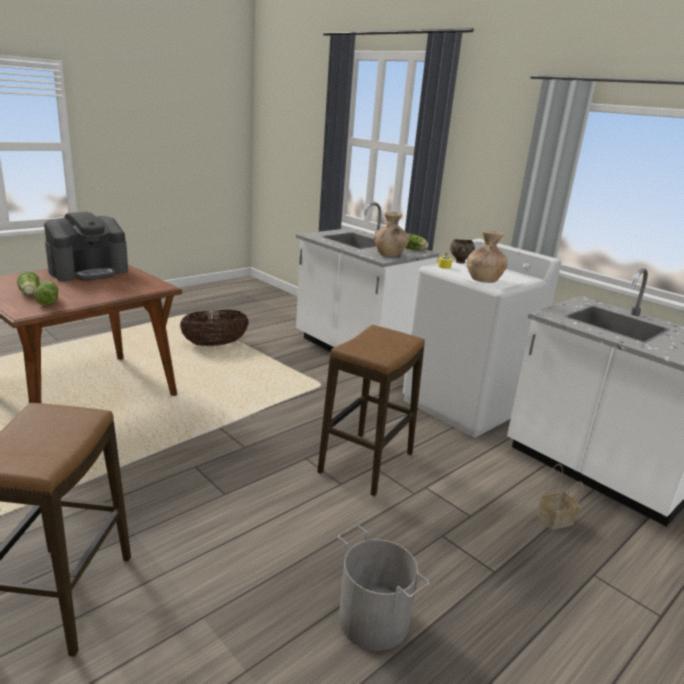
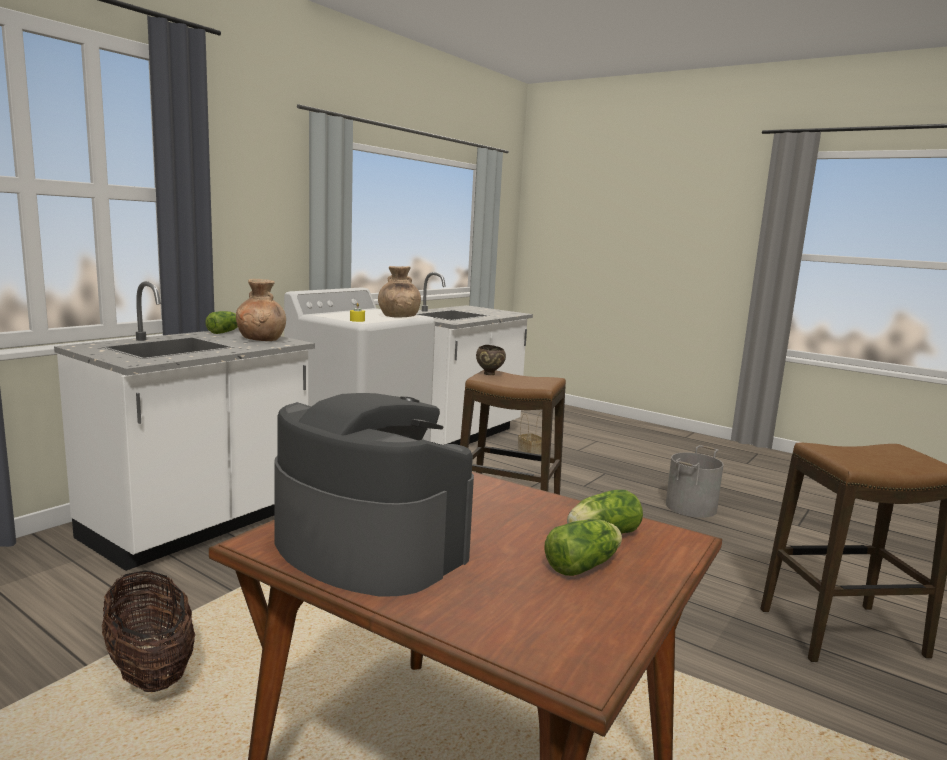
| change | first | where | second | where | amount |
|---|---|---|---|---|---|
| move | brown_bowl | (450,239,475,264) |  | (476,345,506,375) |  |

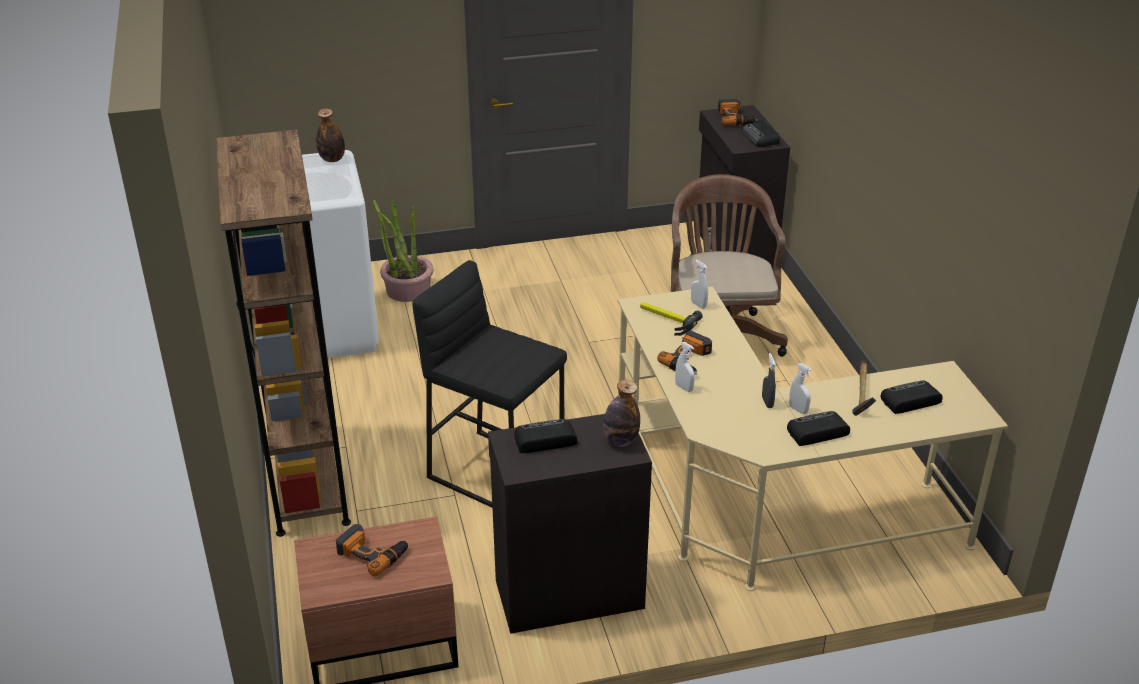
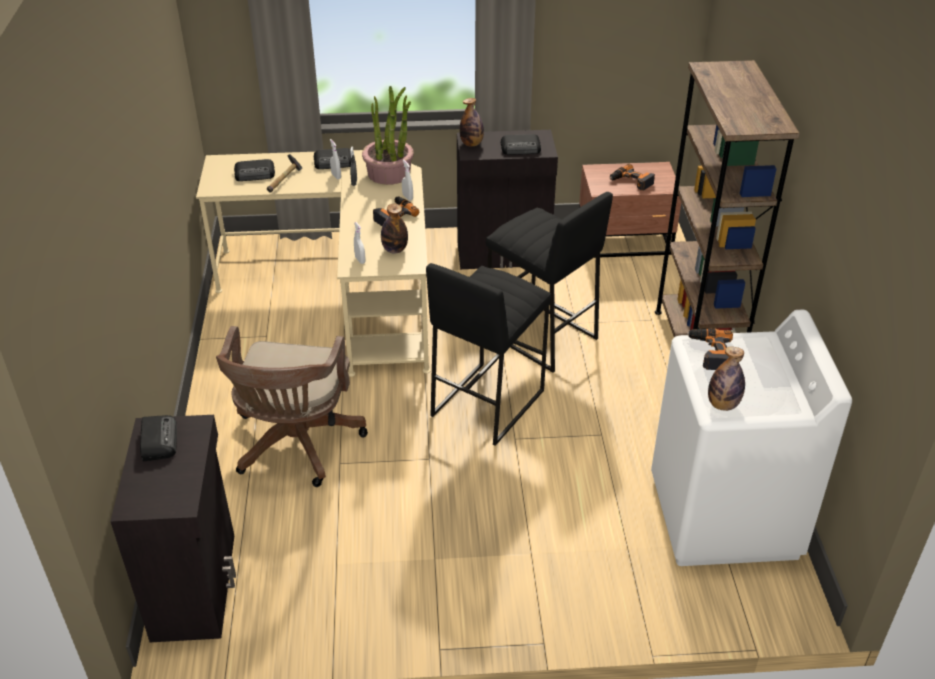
| change | first | where | second | where | amount |
|---|---|---|---|---|---|
| move | power_drill | (718,99,757,126) |  | (686,328,733,370) |  |
| move | potted_plant | (373,200,433,302) |  | (362,86,414,185) |  |
| replace | hammer | (640,302,703,336) | bottle | (381,204,408,254) |  |
| insert |  |  | black_stool | (426,263,551,446) |  |

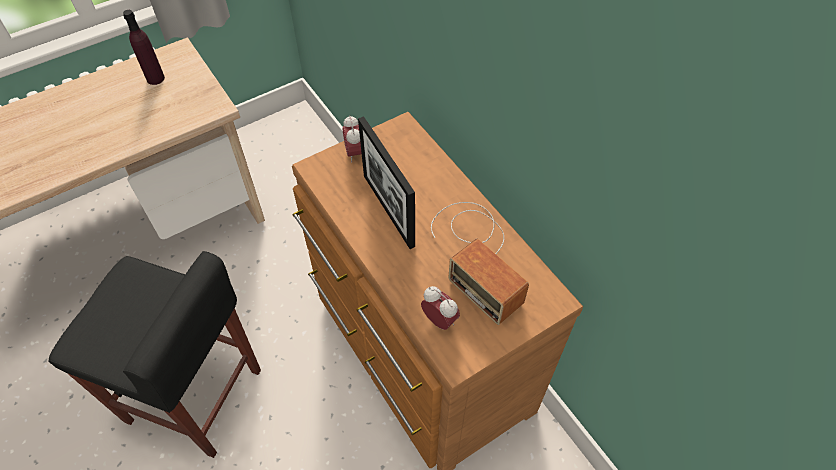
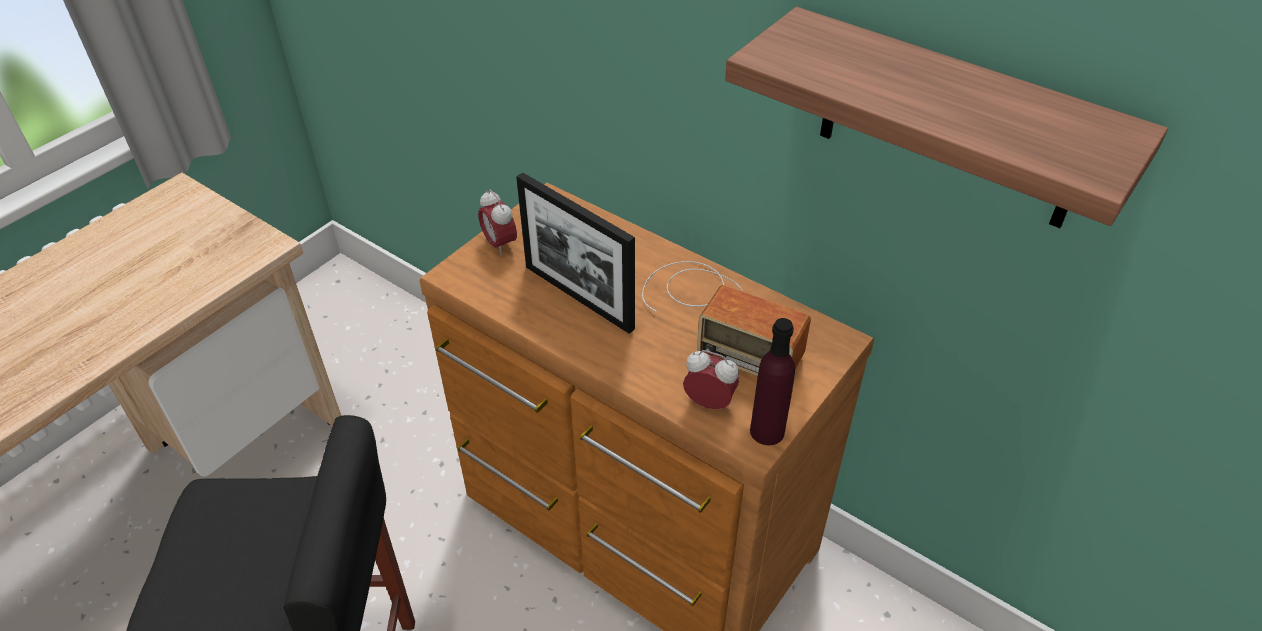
| change | first | where | second | where | amount |
|---|---|---|---|---|---|
| move | purple_bottle | (123,10,165,85) |  | (750,318,795,445) |  |
| insert |  |  | shelf | (725,7,1168,228) |  |

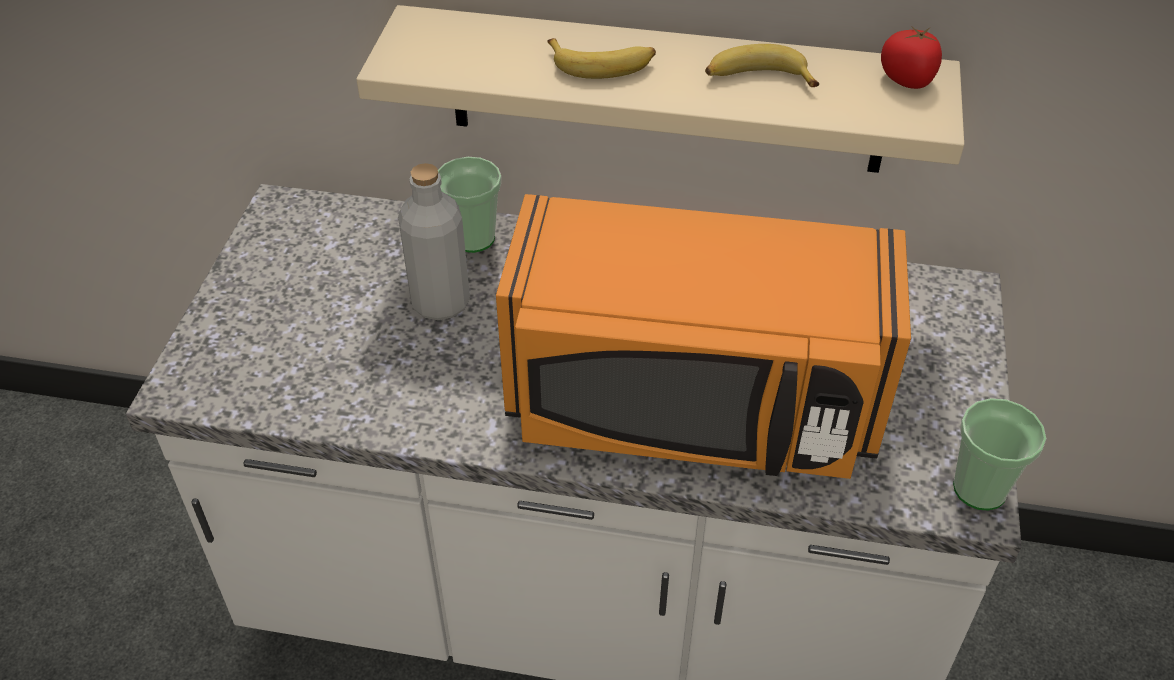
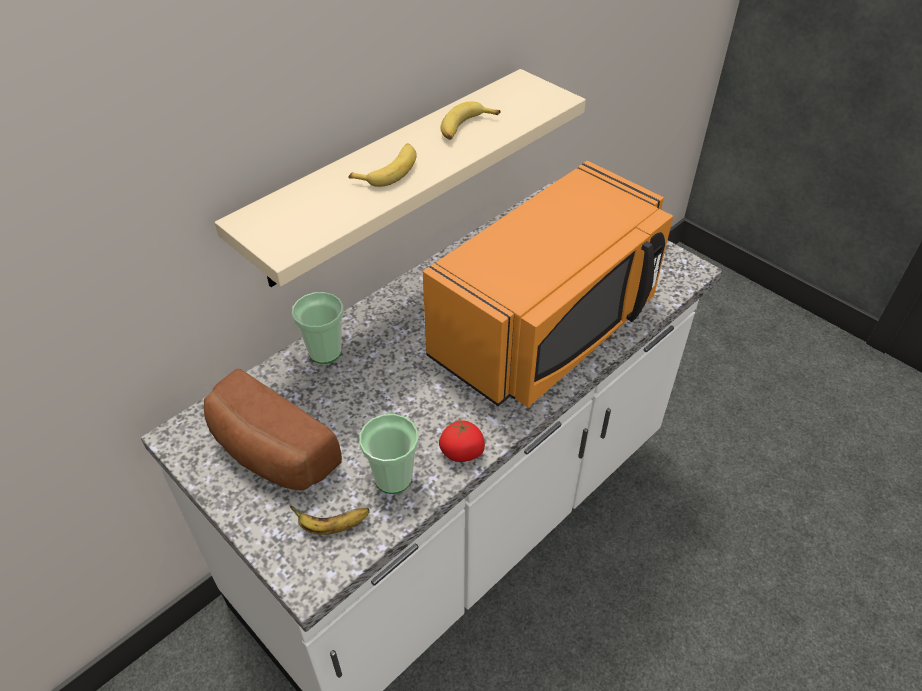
| change | first | where | second | where | amount |
|---|---|---|---|---|---|
| move | tomato | (881,26,942,89) |  | (439,418,485,462) |  |
| delete | grey_bottle | (398,163,470,320) |  |  |  |
| move | cup | (953,398,1047,510) |  | (359,414,418,494) |  |
| insert |  |  | bread | (204,369,342,491) |  |
| insert |  |  | banana | (290,506,370,535) |  |

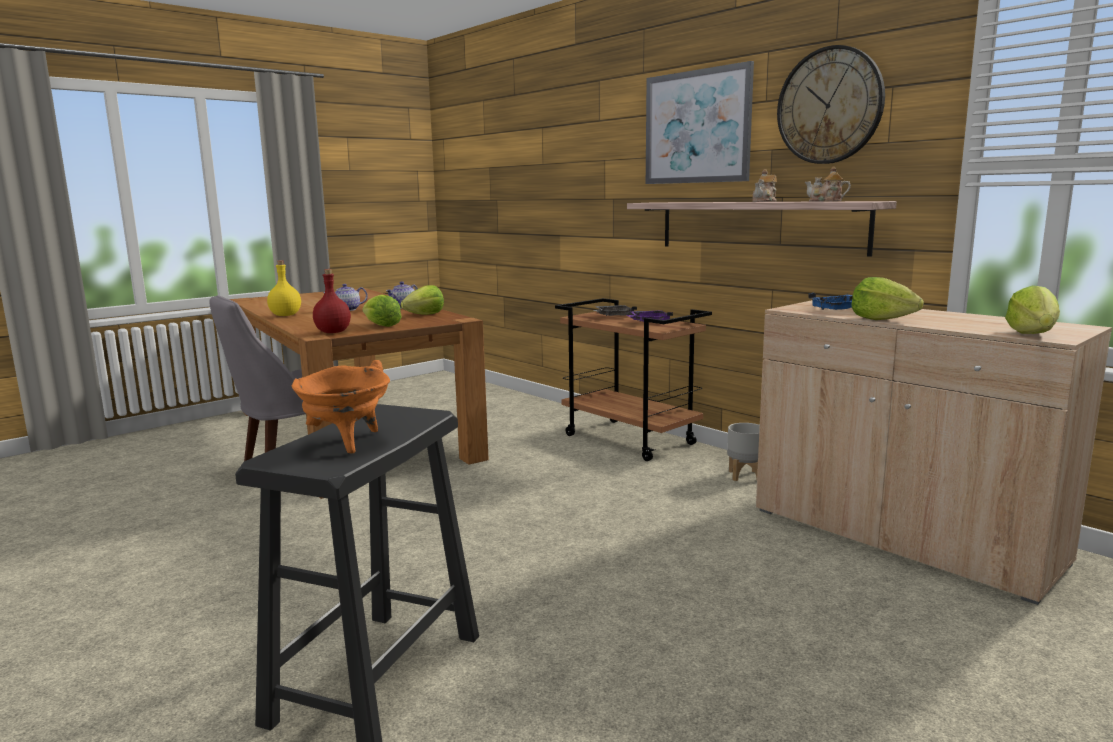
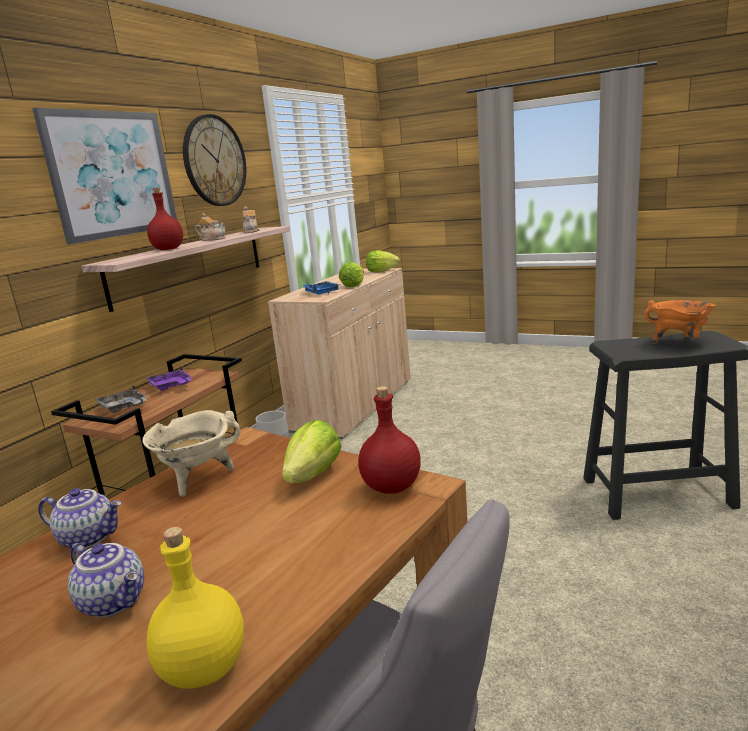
| change | first | where | second | where | amount |
|---|---|---|---|---|---|
| replace | lettuce | (401,285,444,315) | beige_cooking_pot | (142,410,240,497) |  |
| insert |  |  | red_bottle | (147,188,183,250) |  |

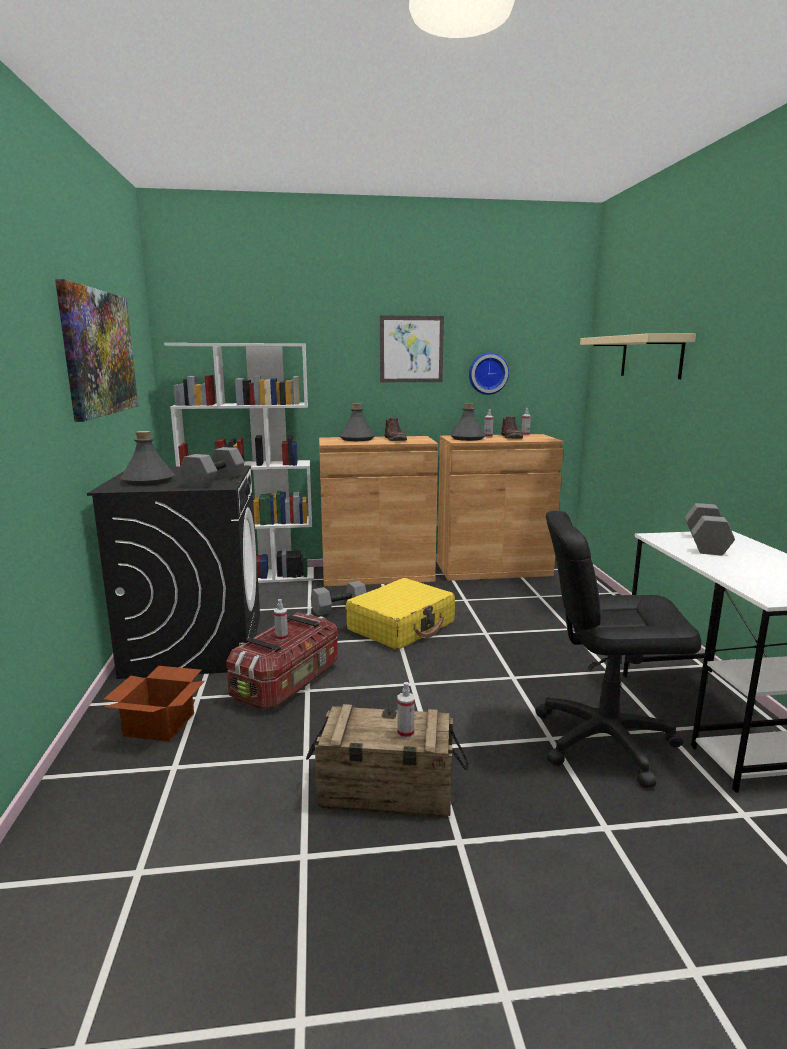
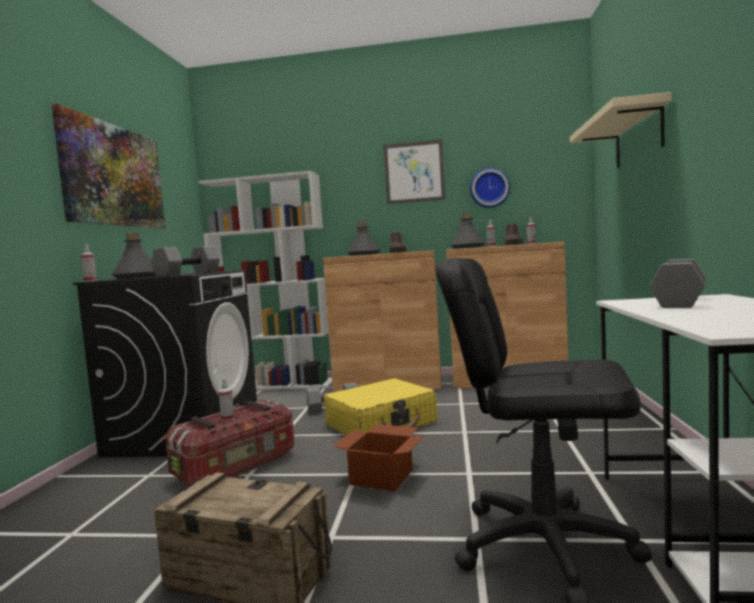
| change | first | where | second | where | amount |
|---|---|---|---|---|---|
| move | cardboard_box | (104,666,205,742) |  | (333,424,425,491) |  |
| move | spray_bottle | (397,682,415,739) |  | (81,244,97,282) |  |

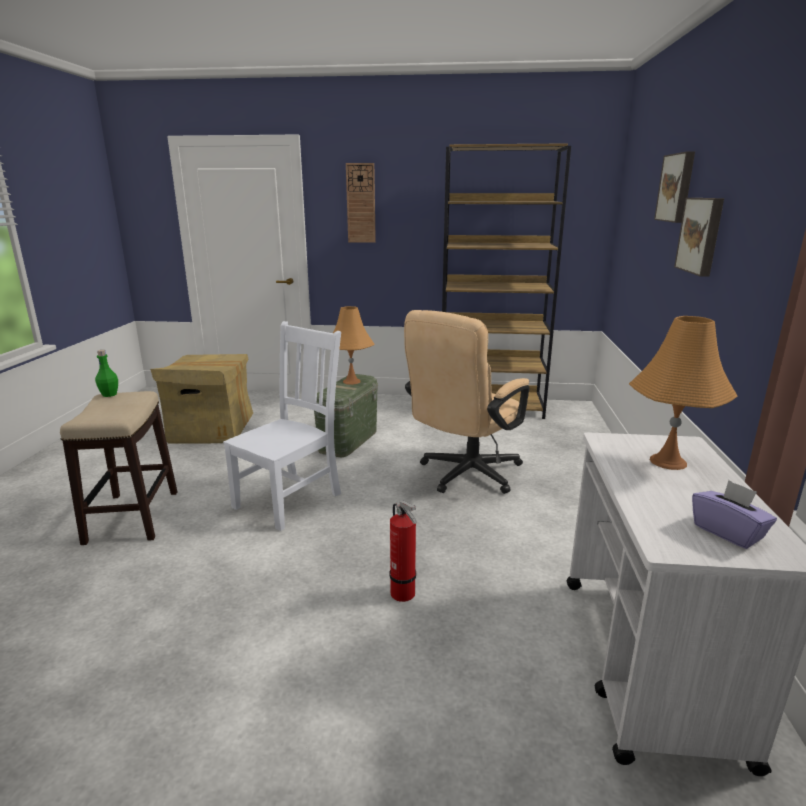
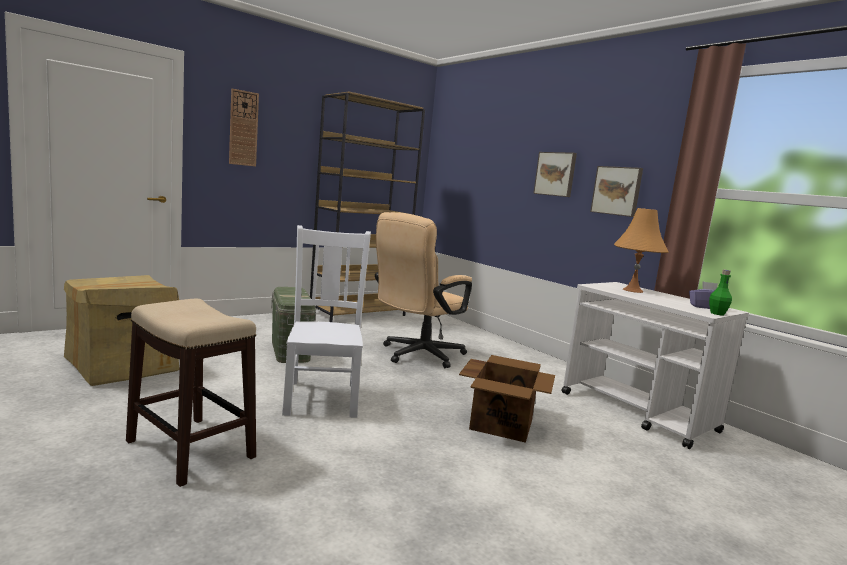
| change | first | where | second | where | amount |
|---|---|---|---|---|---|
| move | picture | (654,151,695,223) |  | (590,166,643,217) |  |
| delete | orange_table_lamp | (333,306,375,385) |  |  |  |
| rotate | beige_office_chair | (404,310,530,494) |  | (375,212,472,368) | 45 degrees clockwise |
| move | green_bottle | (95,350,118,397) |  | (709,269,732,316) |  |
| replace | fire_extinguisher | (390,500,417,602) | cardboard_box | (459,355,555,443) |  |

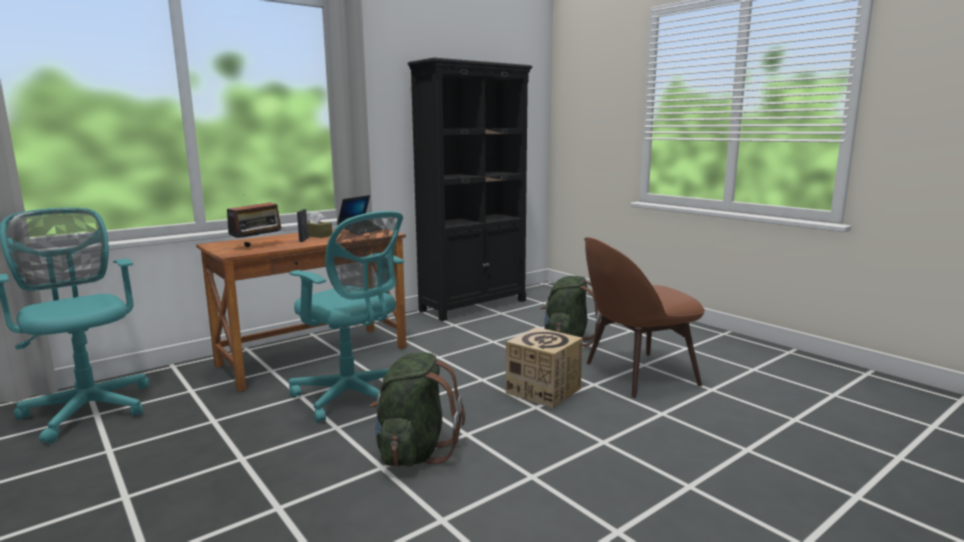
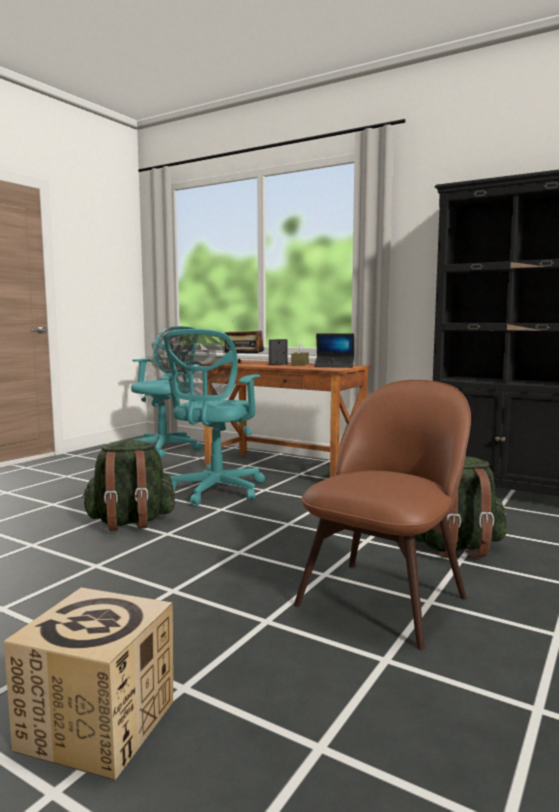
| change | first | where | second | where | amount |
|---|---|---|---|---|---|
| rotate | brown_chair | (584,237,705,398) |  | (294,380,471,650) | 75 degrees clockwise |
| move | cardboard_box | (506,327,583,408) |  | (4,587,173,780) |  |

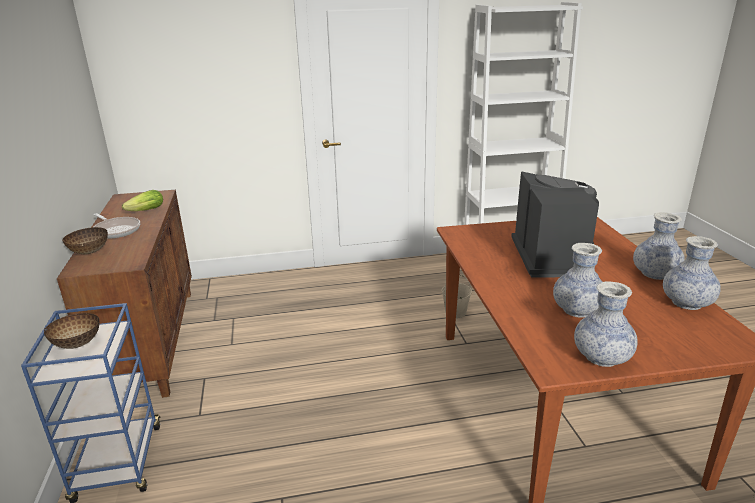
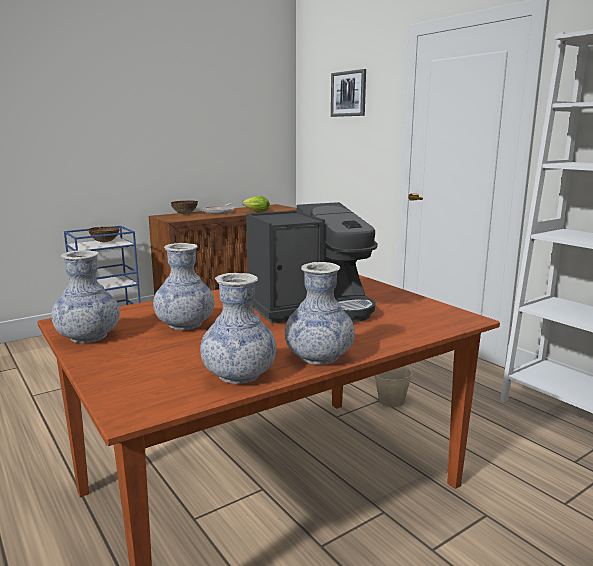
| change | first | where | second | where | amount |
|---|---|---|---|---|---|
| insert |  |  | picture | (331,69,366,117) |  |

